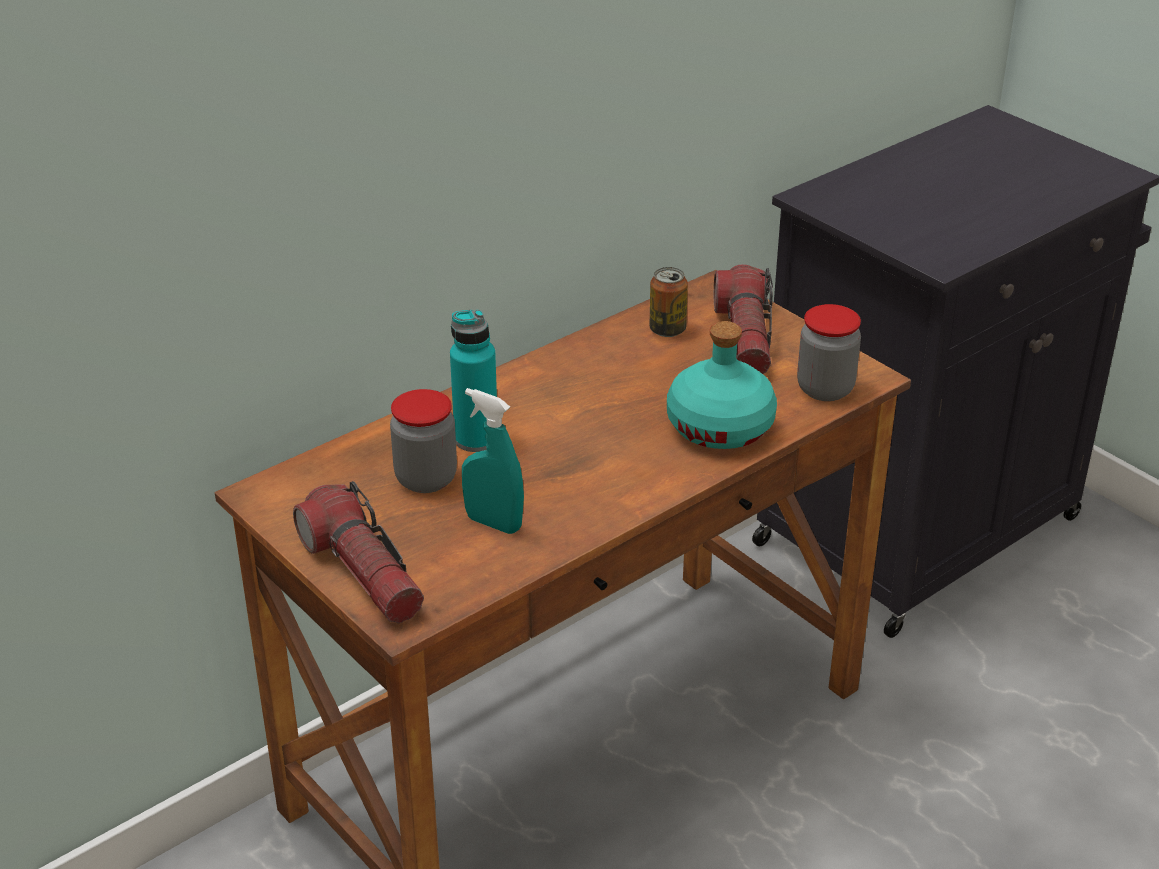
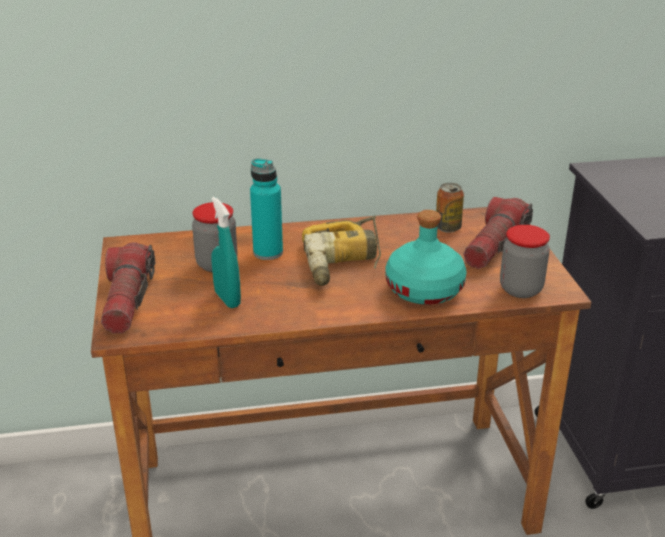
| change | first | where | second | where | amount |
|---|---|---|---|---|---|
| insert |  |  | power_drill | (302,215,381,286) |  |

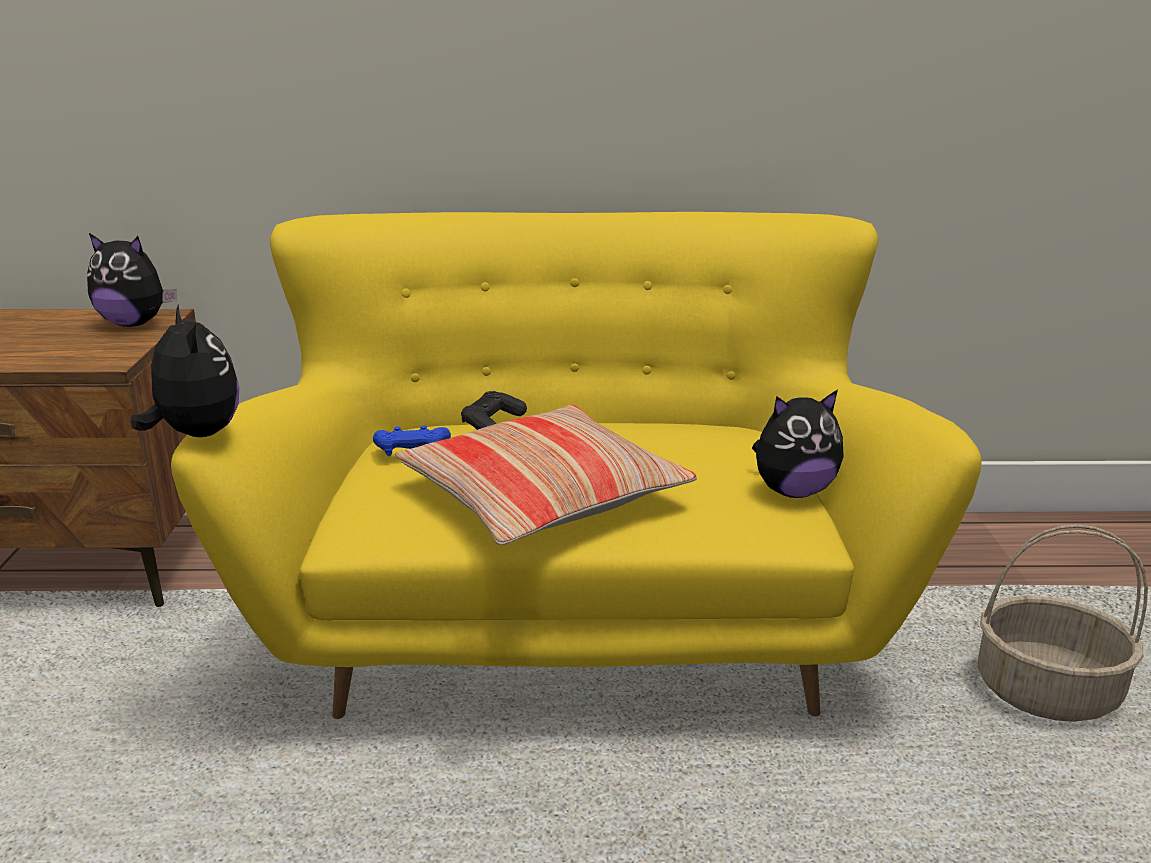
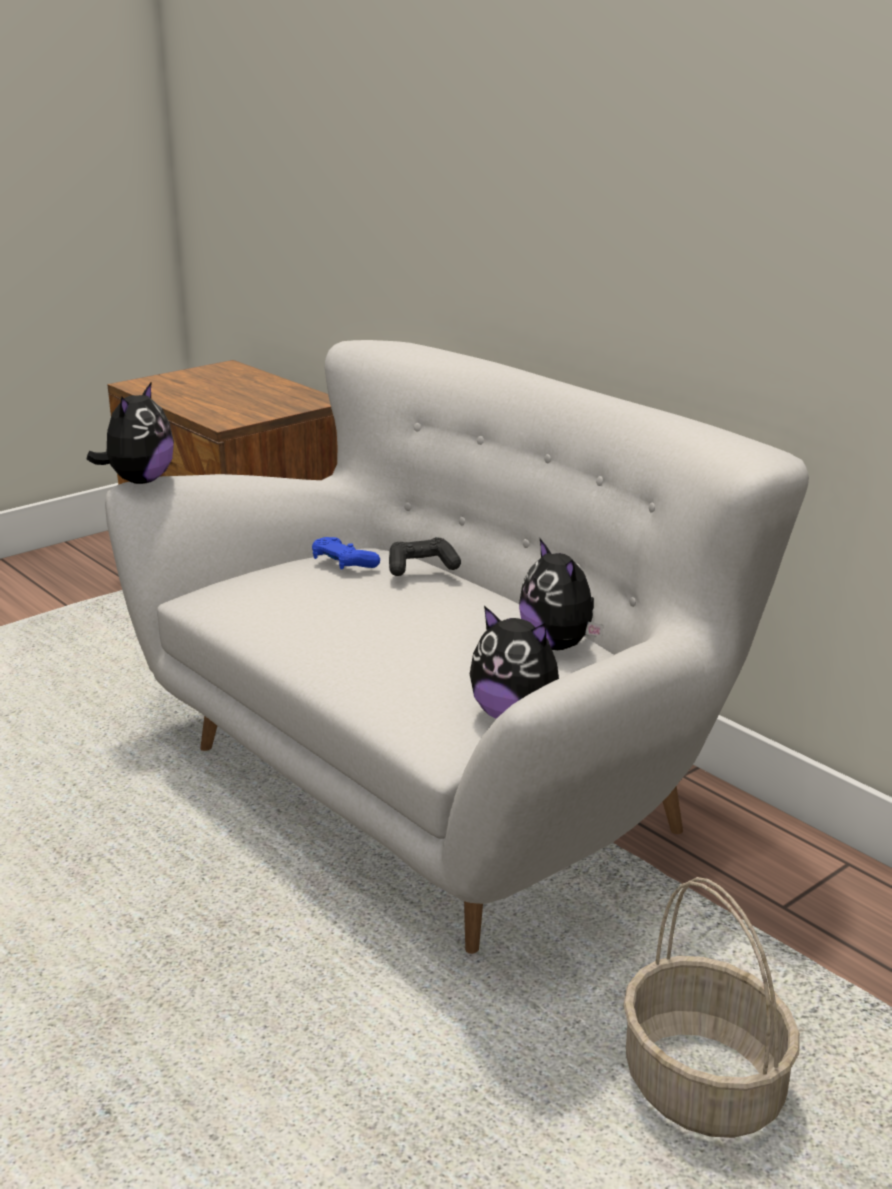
| change | first | where | second | where | amount |
|---|---|---|---|---|---|
| recolor | yellow_sofa | (171,212,982,719) | white_sofa | (105,340,809,954) |  |
| move | plush_toy | (87,233,177,327) |  | (519,537,604,650) |  |
| delete | pillow | (395,405,697,545) |  |  |  |

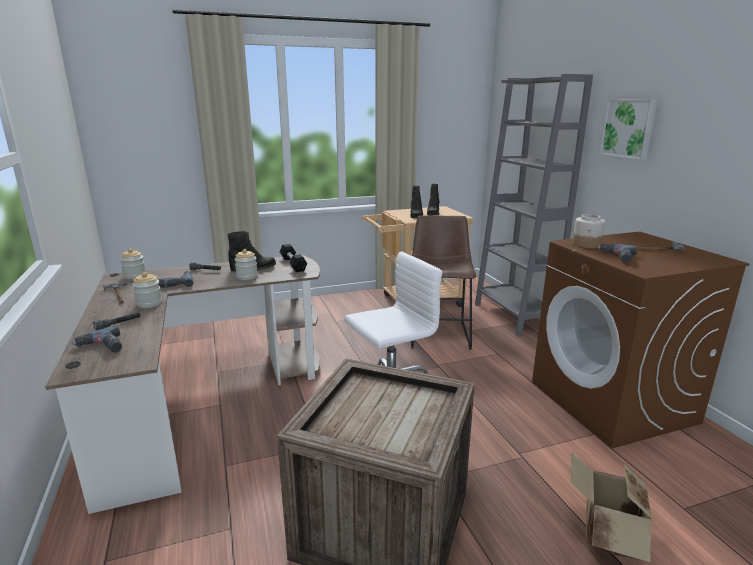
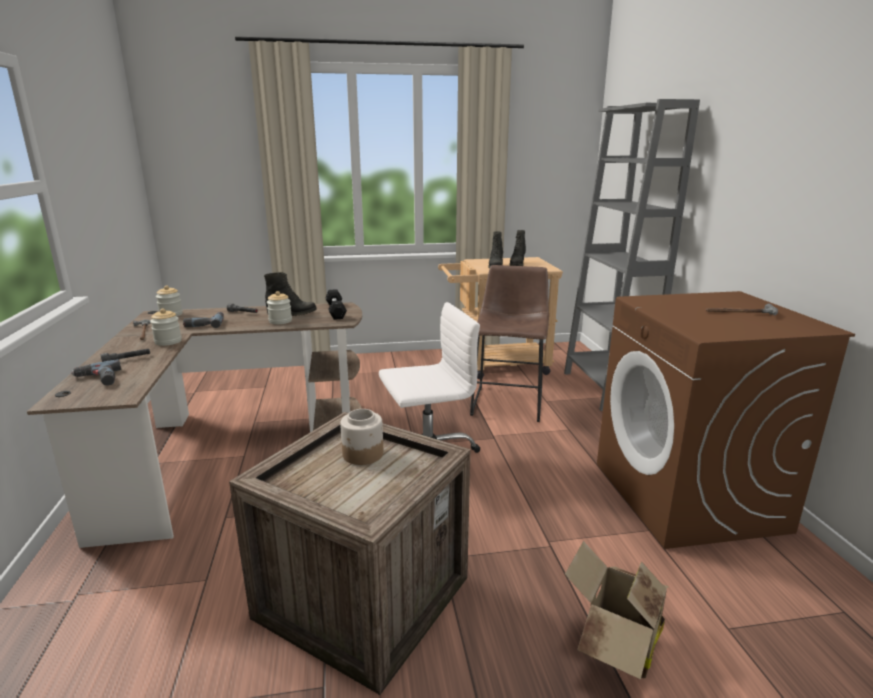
| change | first | where | second | where | amount |
|---|---|---|---|---|---|
| delete | picture | (600,99,658,160) |  |  |  |
| move | jar | (572,214,605,248) |  | (340,409,383,465) |  |
| delete | power_drill | (598,244,637,263) |  |  |  |

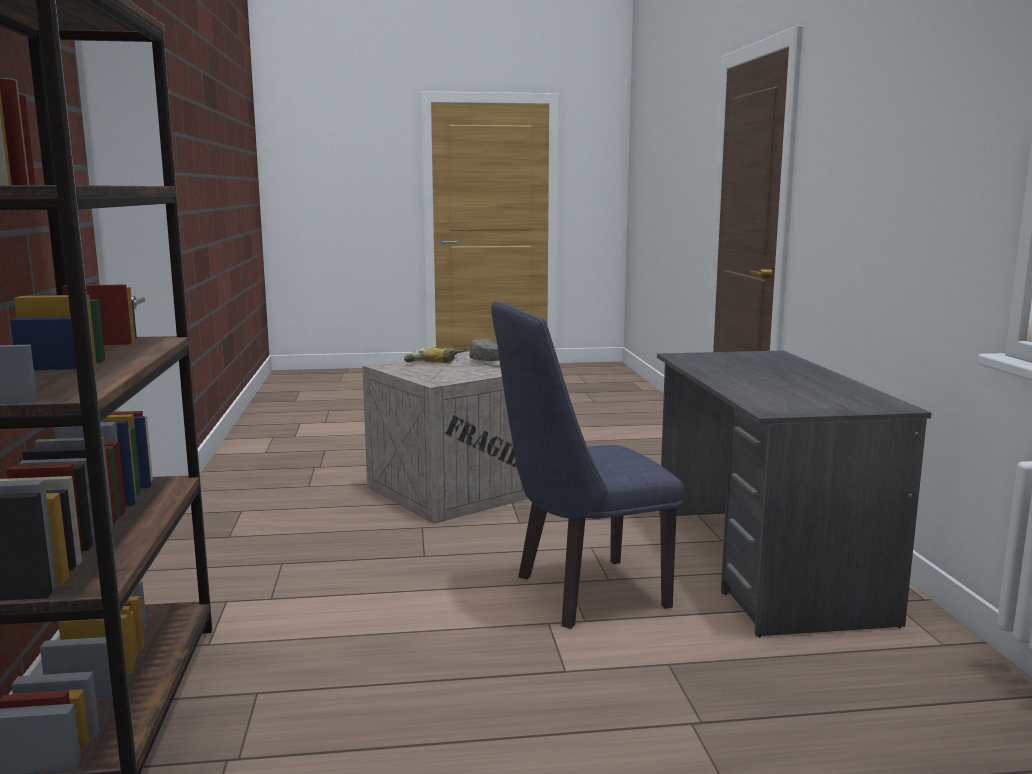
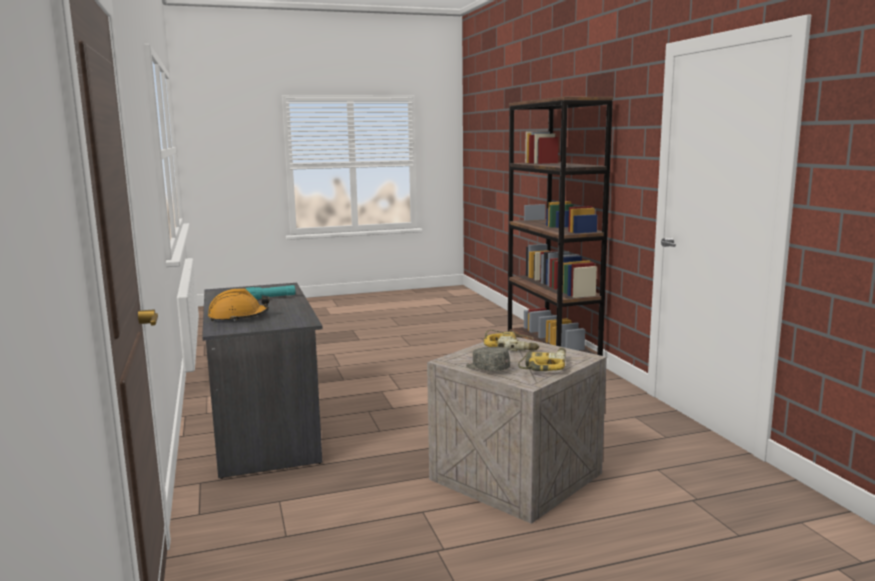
| change | first | where | second | where | amount |
|---|---|---|---|---|---|
| delete | blue_chair | (491,302,684,629) |  |  |  |
| insert |  |  | turquoise_flashlight | (245,285,296,300) |  |
| insert |  |  | orange_hard_hat | (208,288,270,321) |  |
| insert |  |  | power_drill | (484,330,539,351) |  |

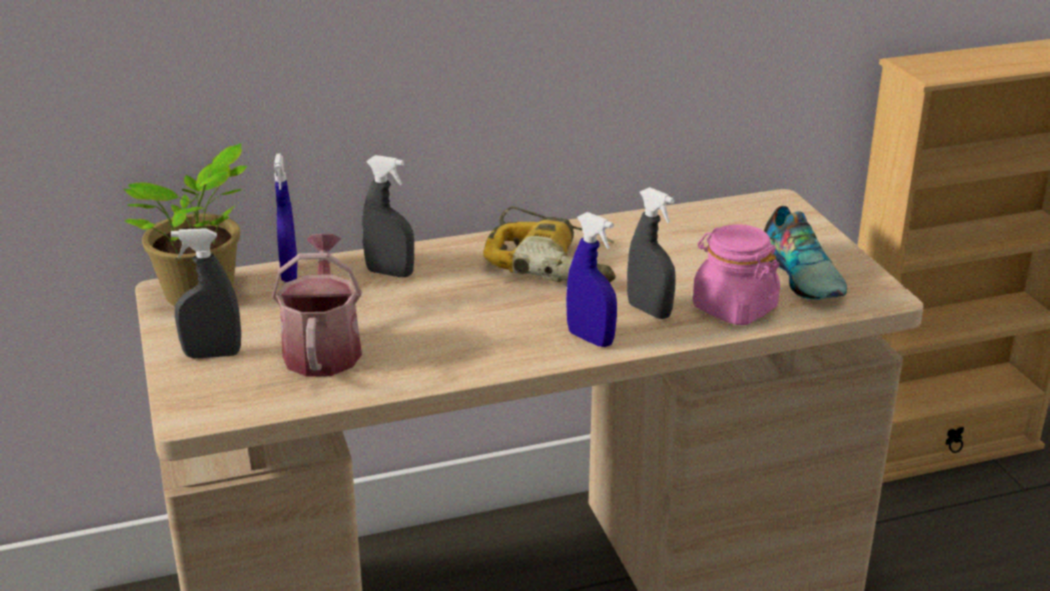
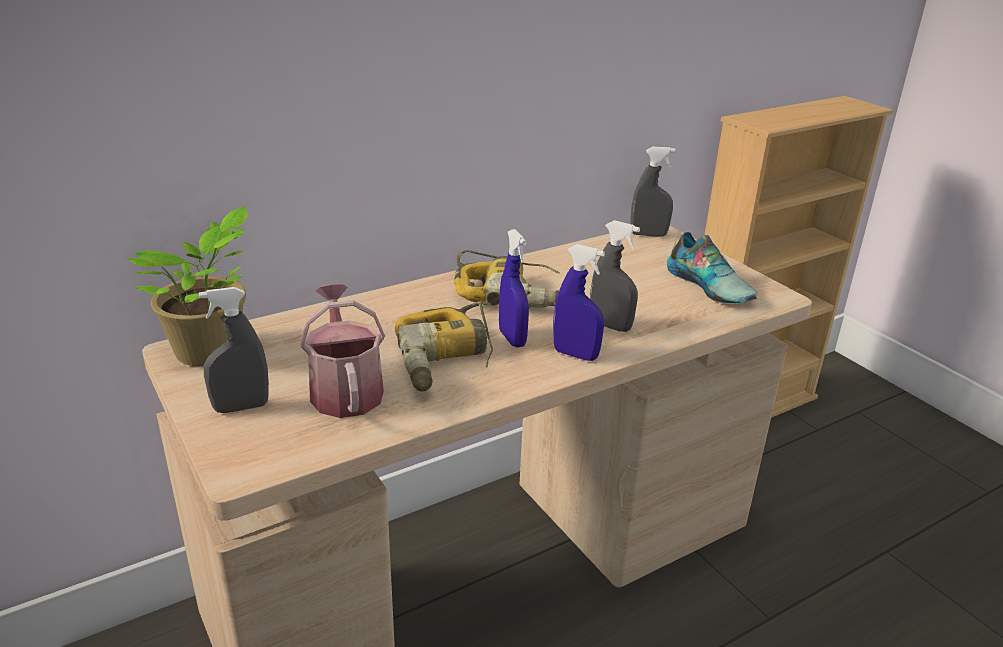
| change | first | where | second | where | amount |
|---|---|---|---|---|---|
| move | blue_spray_bottle | (274,154,298,282) |  | (499,229,529,347) |  |
| move | grey_spray_bottle | (362,155,414,277) |  | (631,147,676,237) |  |
| delete | pink_jar | (693,224,780,325) |  |  |  |
| insert |  |  | power_drill | (395,300,493,391) |  |

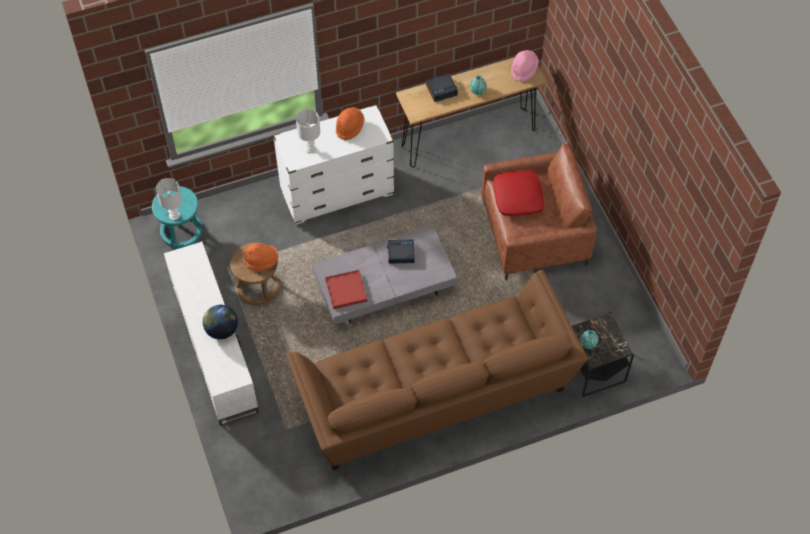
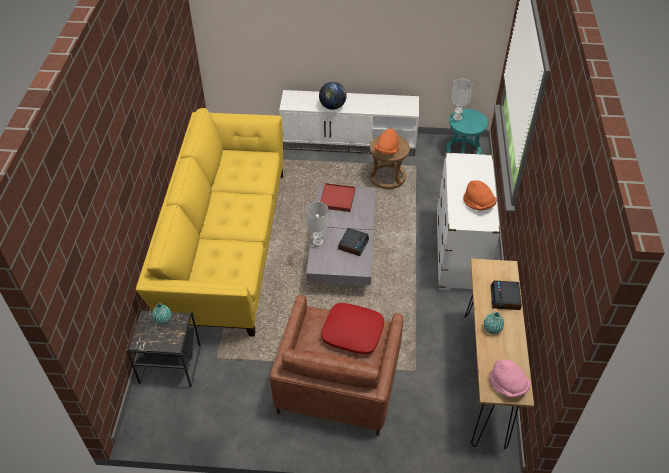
| change | first | where | second | where | amount |
|---|---|---|---|---|---|
| move | white_table_lamp | (296,109,320,153) |  | (306,201,328,246) |  |
| recolor | brown_sofa | (286,270,588,471) | yellow_sofa | (136,108,283,337) |  |

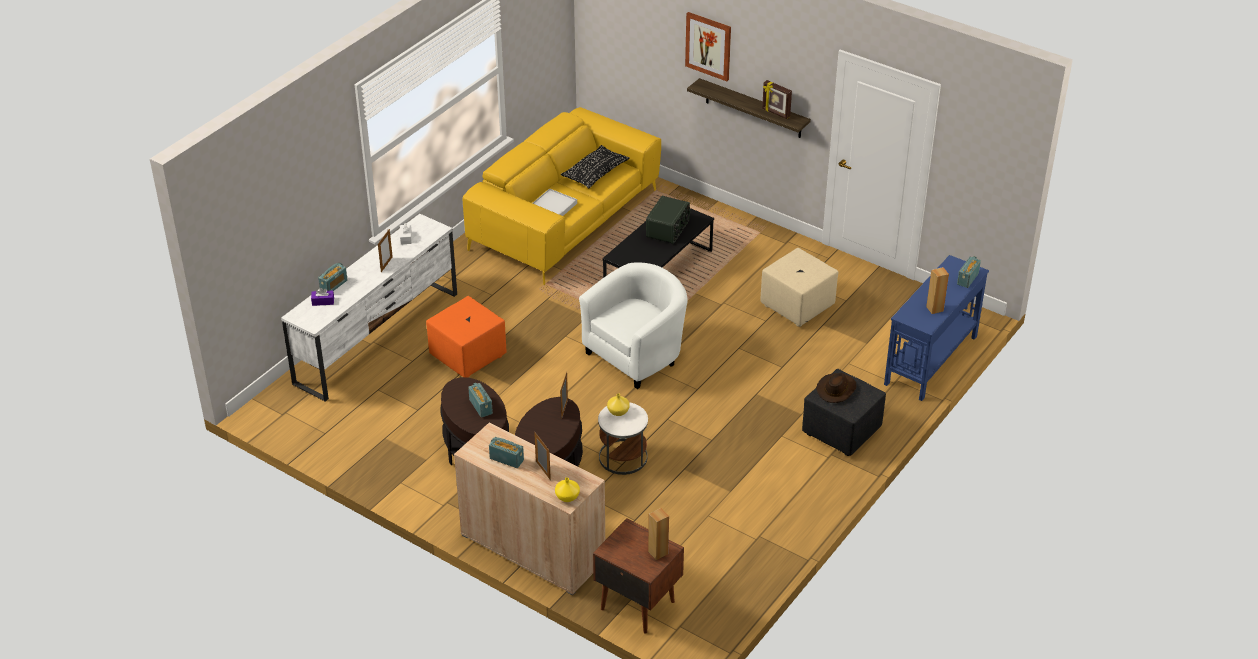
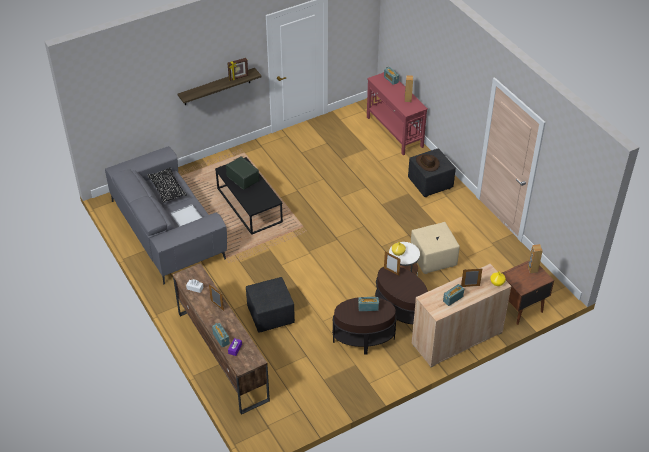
| change | first | where | second | where | amount |
|---|---|---|---|---|---|
| delete | picture | (685,12,731,81) |  |  |  |
| recolor | yellow_sofa | (463,107,661,285) | grey_sofa | (105,146,227,285) |  |
| recolor | white_tv_stand | (281,214,457,402) | brown_tv_stand | (173,263,270,415) |  |
| move | beige_ottoman | (760,248,838,327) |  | (411,222,460,274) |  |
| recolor | blue_console_table | (884,255,989,401) | red_console_table | (367,72,428,155) |  |
| delete | white_armchair | (579,262,687,389) |  |  |  |
| recolor | orange_ottoman | (426,296,506,378) | black_ottoman | (246,277,295,333) |  |

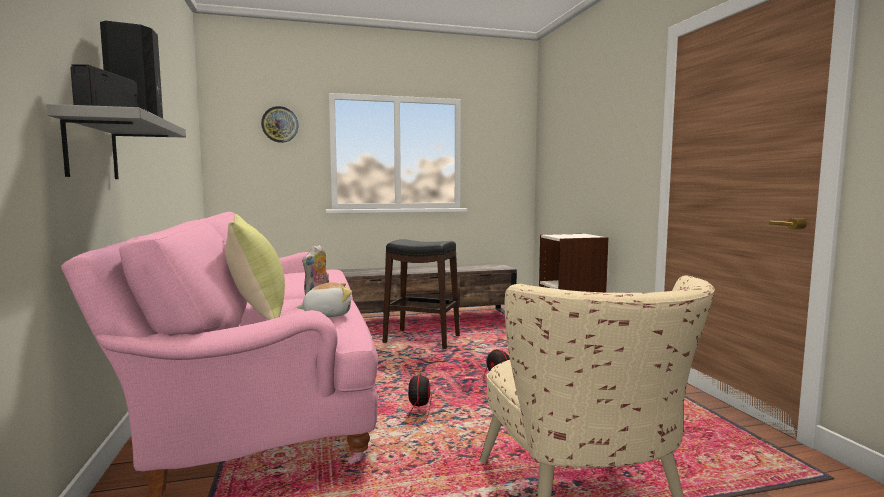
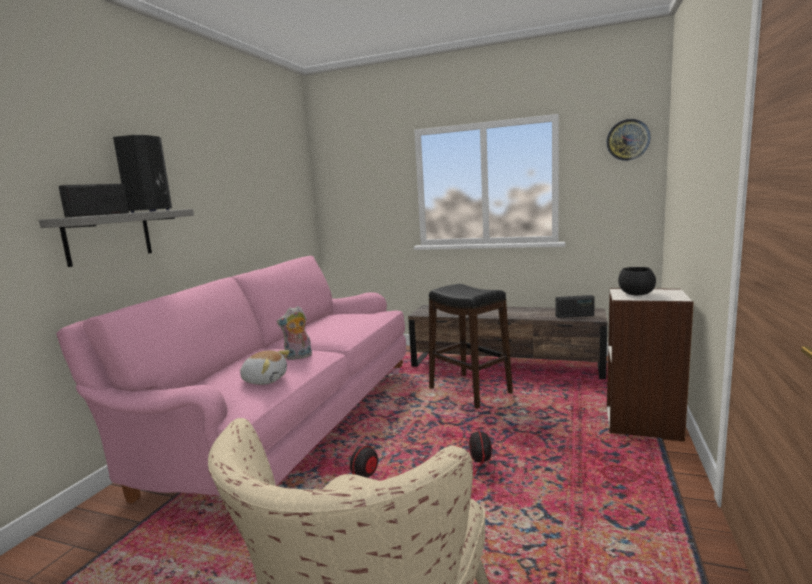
| change | first | where | second | where | amount |
|---|---|---|---|---|---|
| move | wall_clock | (261,106,299,143) |  | (607,119,650,161) |  |
| delete | yellow_pillow | (225,214,285,320) |  |  |  |
| insert |  |  | black_bowl | (618,267,656,295) |  |
| insert |  |  | radio | (555,295,595,318) |  |

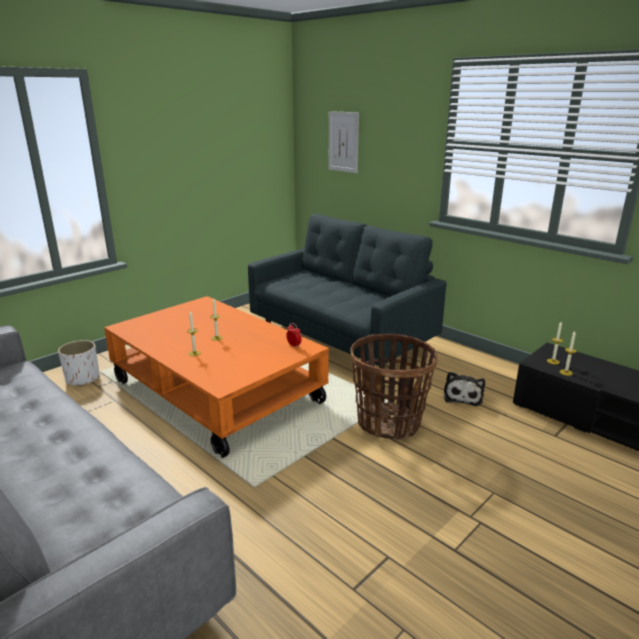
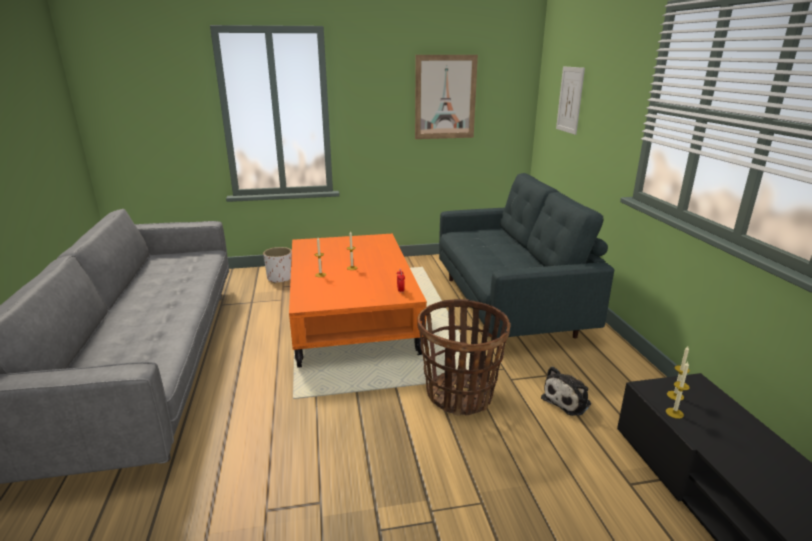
| change | first | where | second | where | amount |
|---|---|---|---|---|---|
| insert |  |  | picture | (415,55,478,139) |  |

